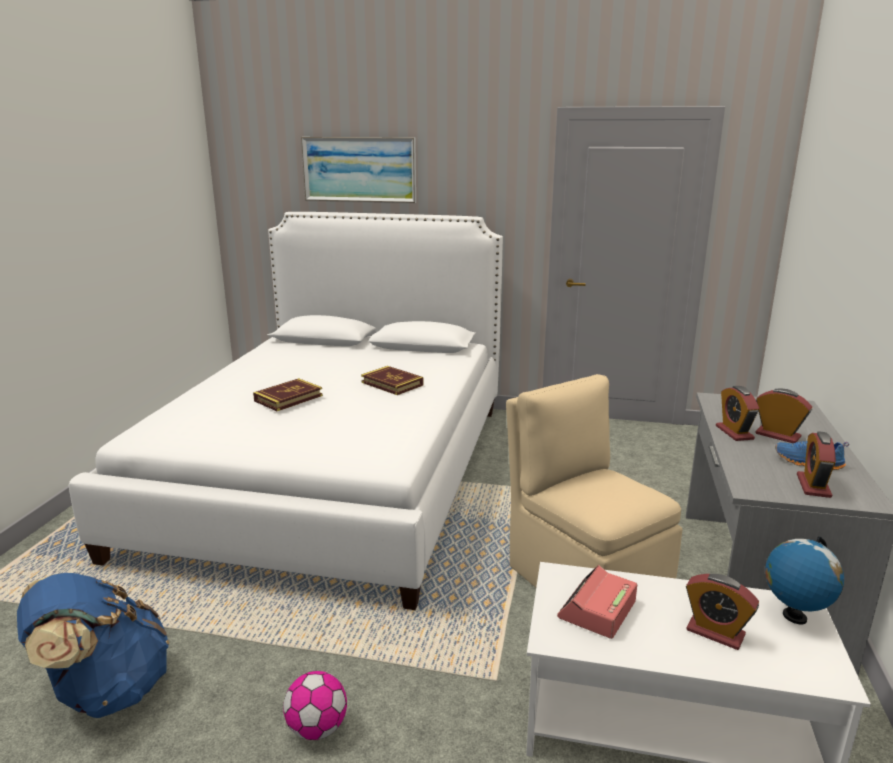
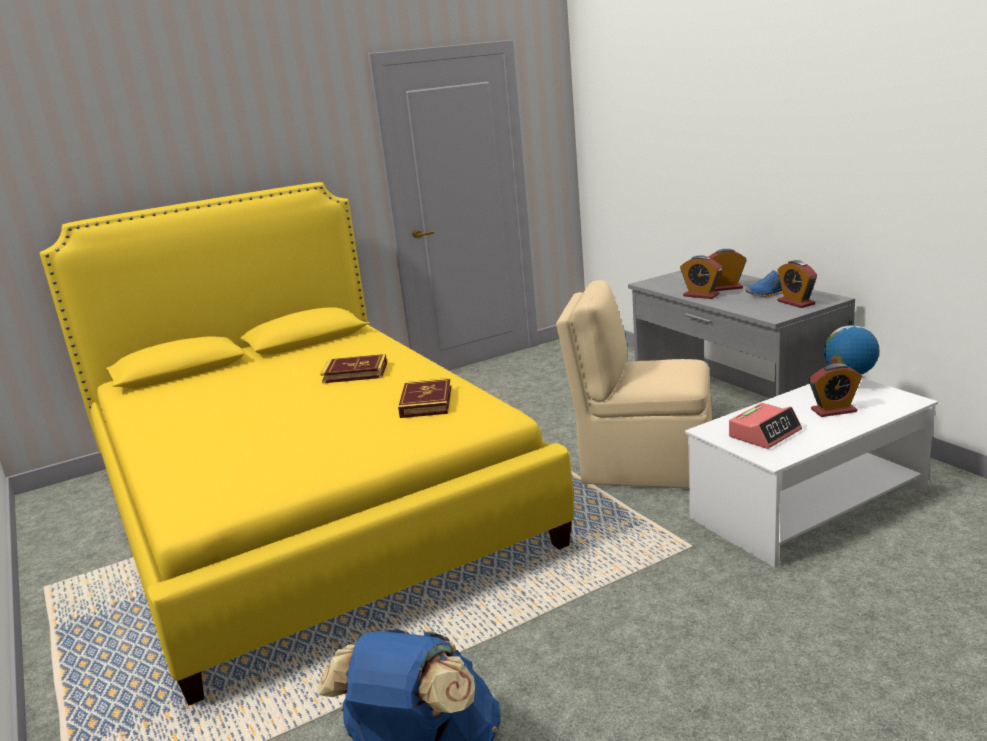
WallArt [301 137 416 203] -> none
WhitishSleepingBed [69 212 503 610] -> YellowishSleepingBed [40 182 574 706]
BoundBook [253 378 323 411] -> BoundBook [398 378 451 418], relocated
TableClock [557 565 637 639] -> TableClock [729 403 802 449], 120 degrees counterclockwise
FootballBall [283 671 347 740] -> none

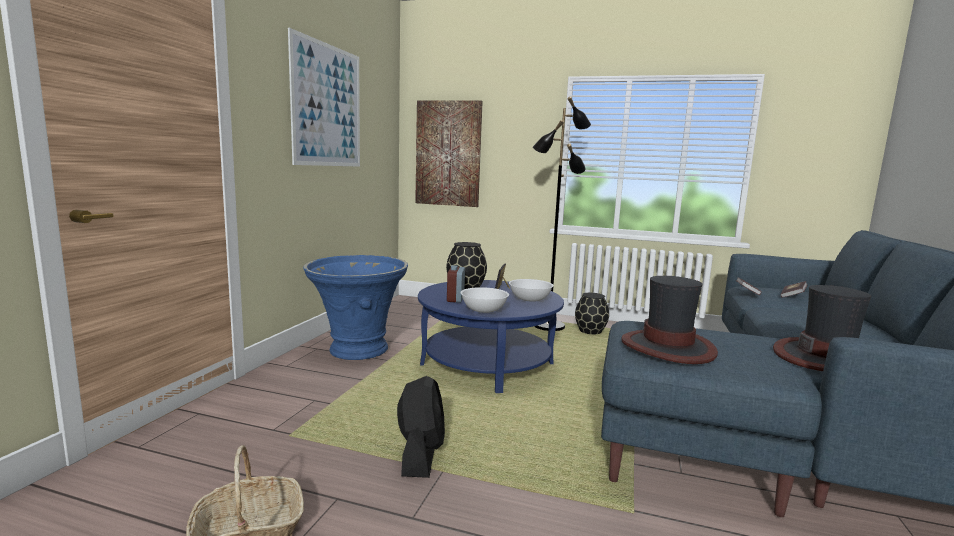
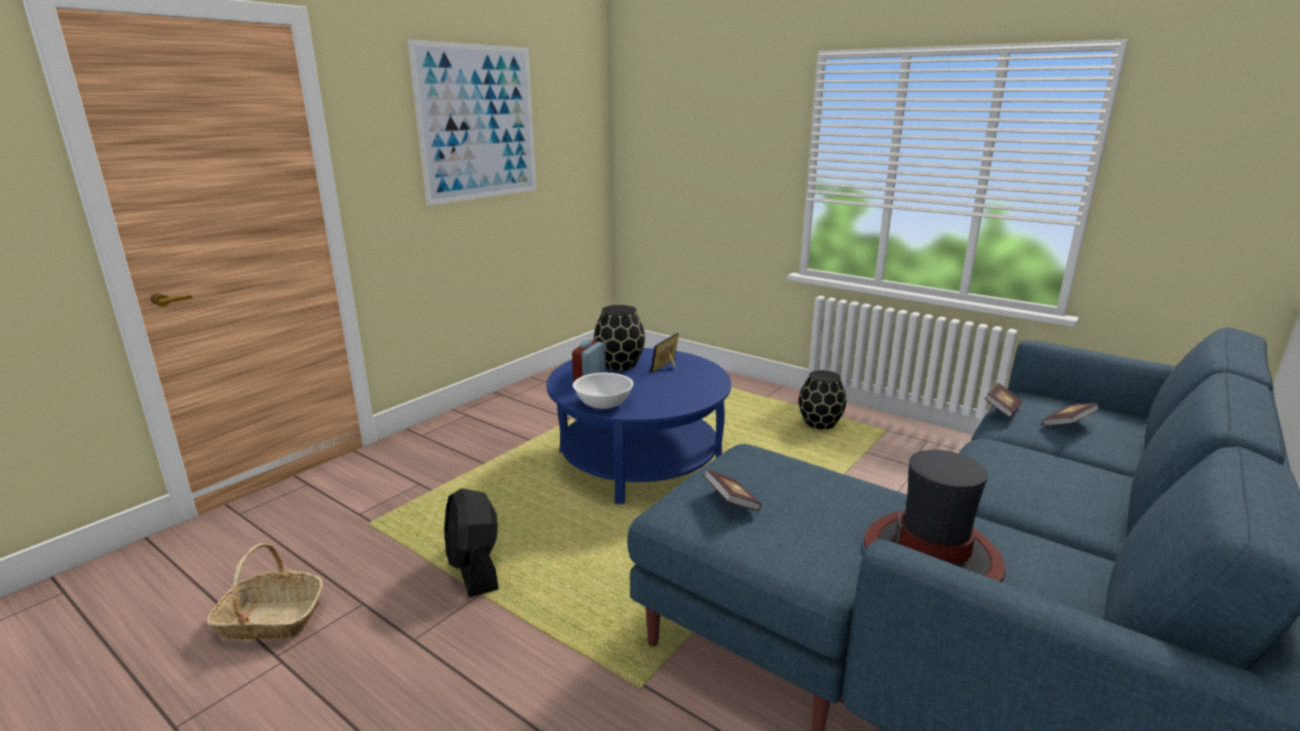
BlackishStandardLamp [533 96 591 331] -> none
WallArt [415 101 483 207] -> none
BluishPlantPot [303 255 408 360] -> none
WearableHat [621 276 718 364] -> BoundBook [703 469 761 511]
WhitishServingBowl [509 279 554 302] -> none
BlackishElectricFan [397 376 445 478] -> BlackishElectricFan [444 488 499 598], 135 degrees clockwise

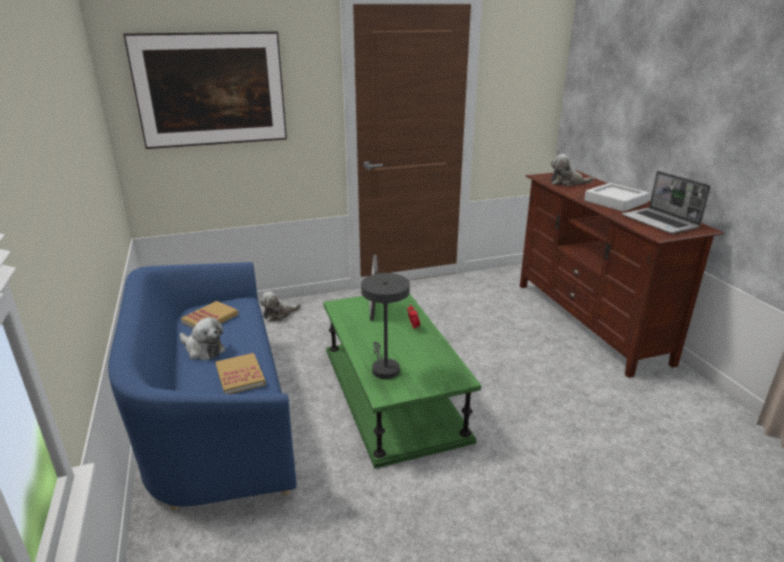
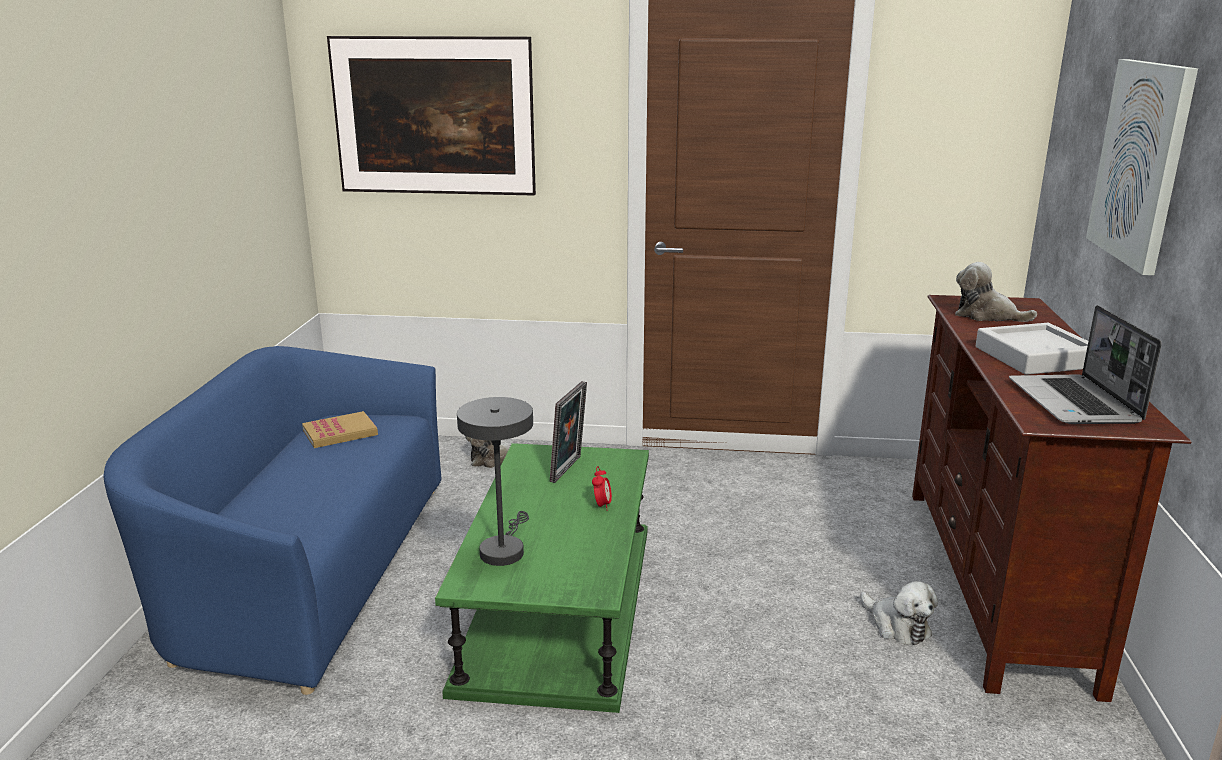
CuddlyToy [180 317 225 360] -> CuddlyToy [860 581 938 645], relocated
BoundBook [216 353 266 394] -> none
none -> WallArt [1086 59 1198 275]

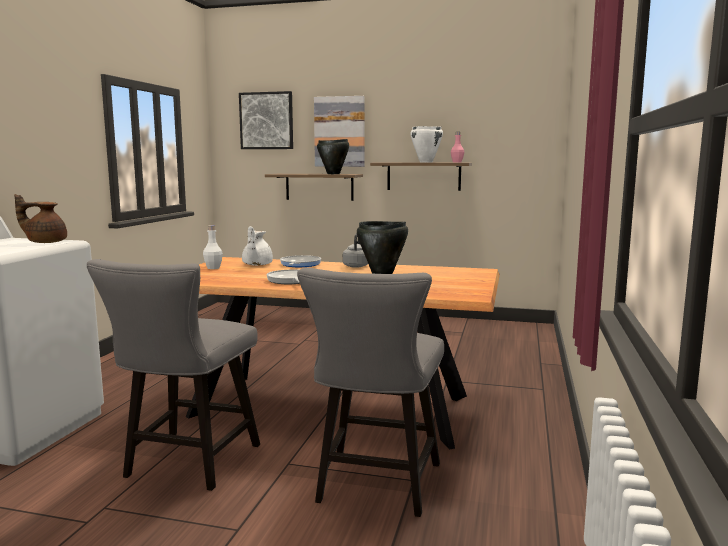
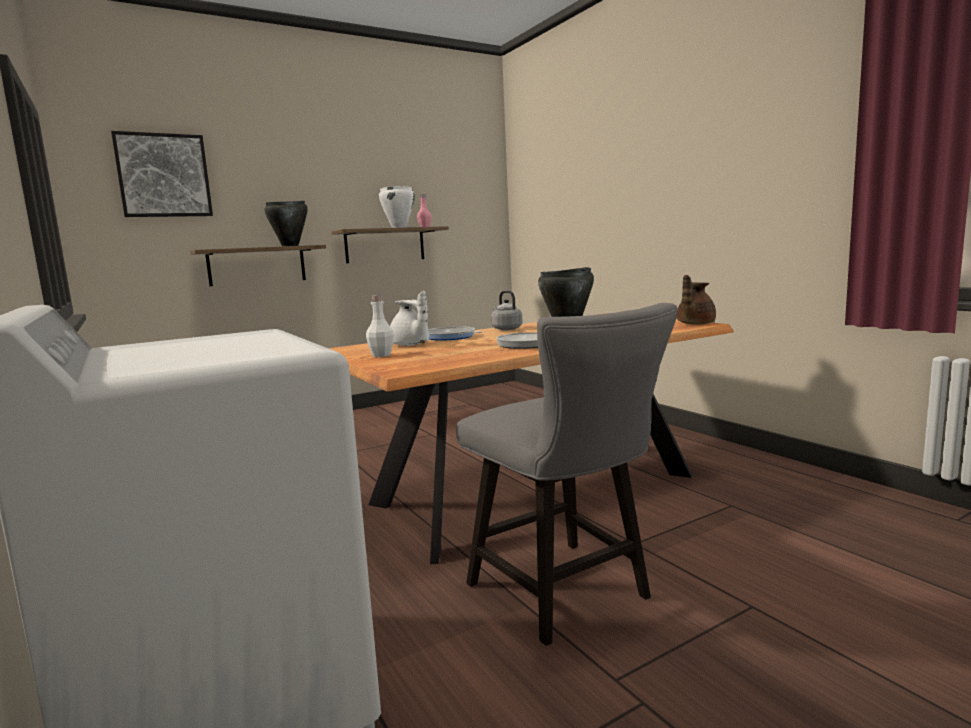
WallArt [314 96 364 167] -> none
BrownTeaPot [14 194 67 243] -> BrownTeaPot [677 275 716 325], relocated
GrayChair [297 268 444 517] -> none

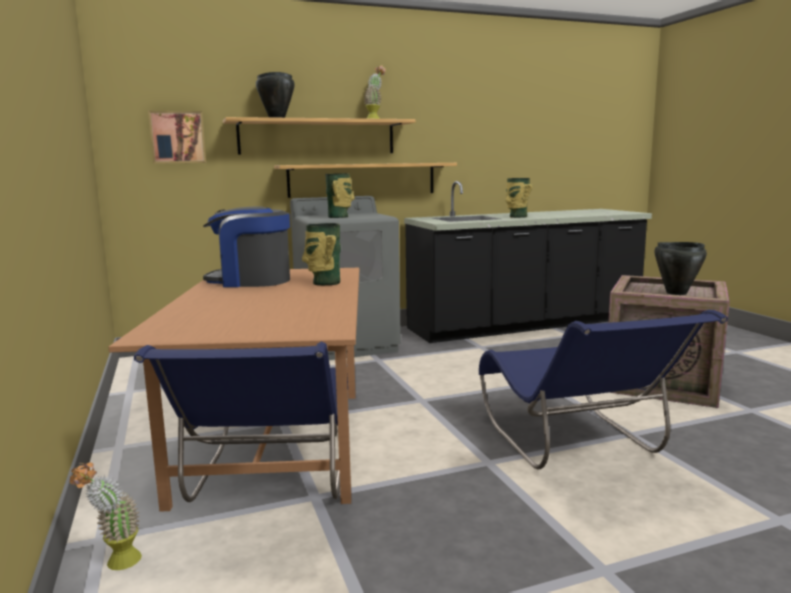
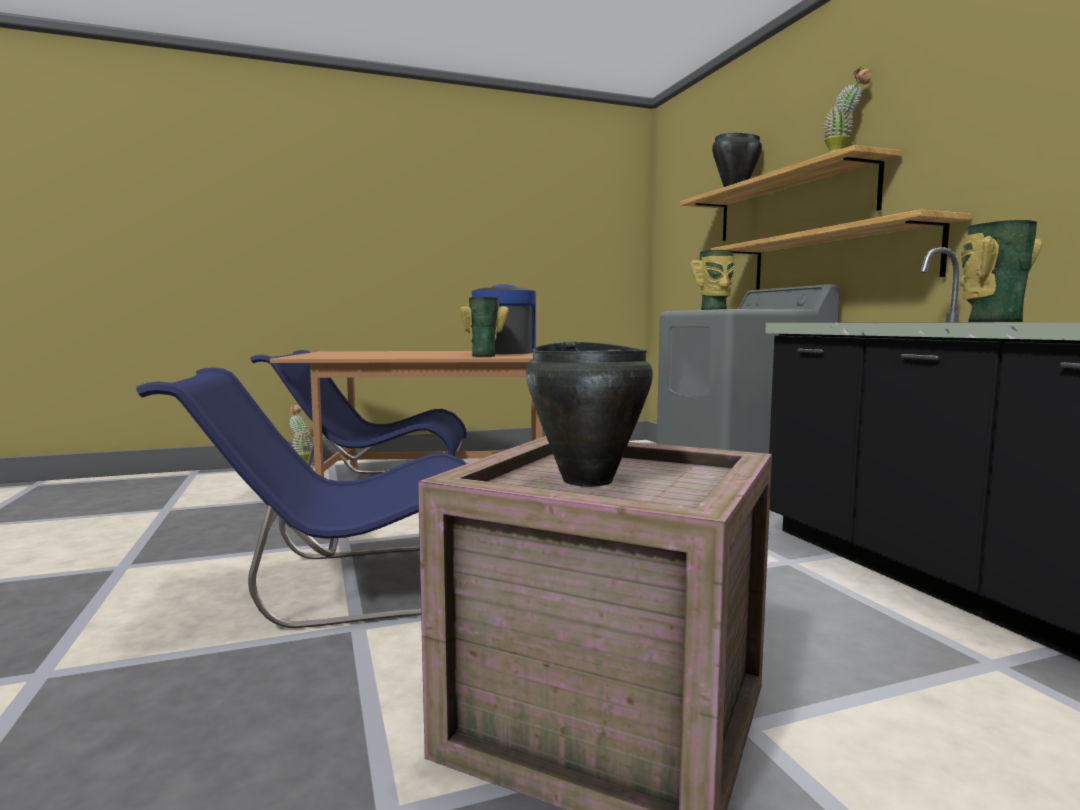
WallArt [148 111 206 164] -> none

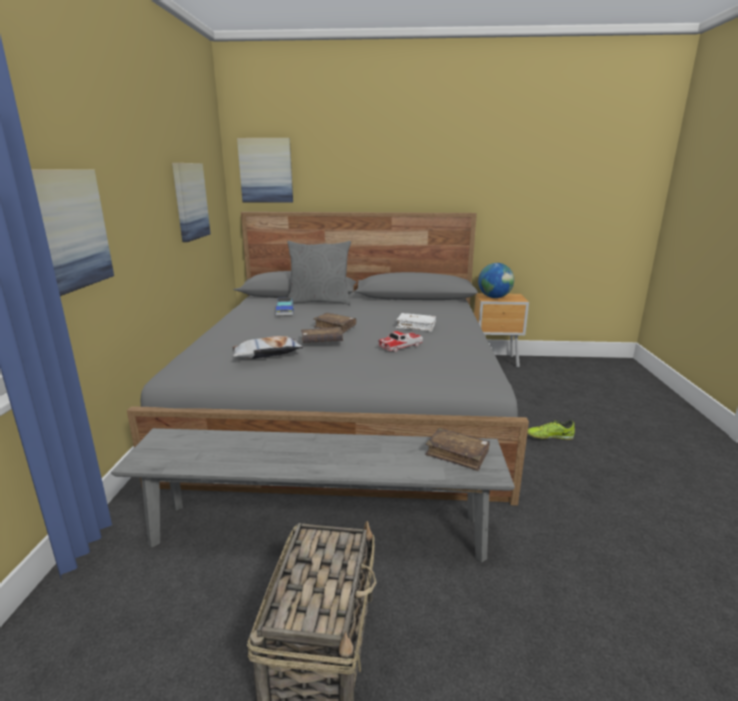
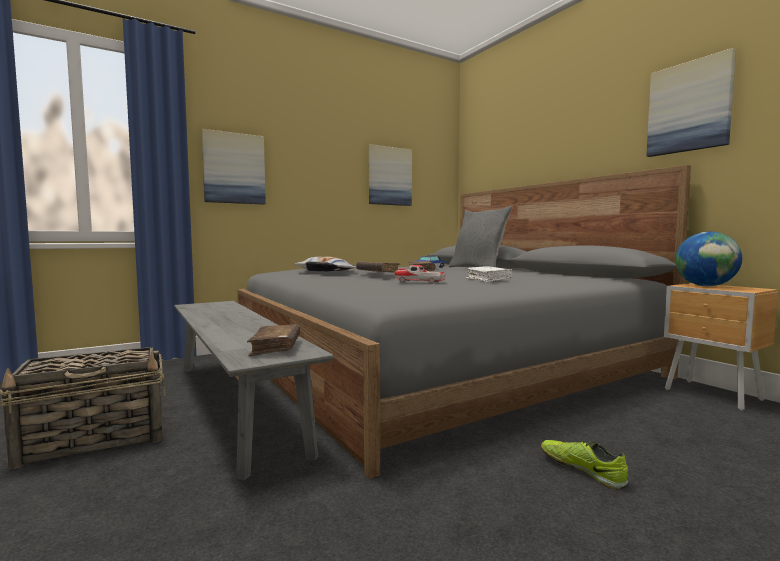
WallArt [237 138 293 203] -> WallArt [646 48 736 157], relocated

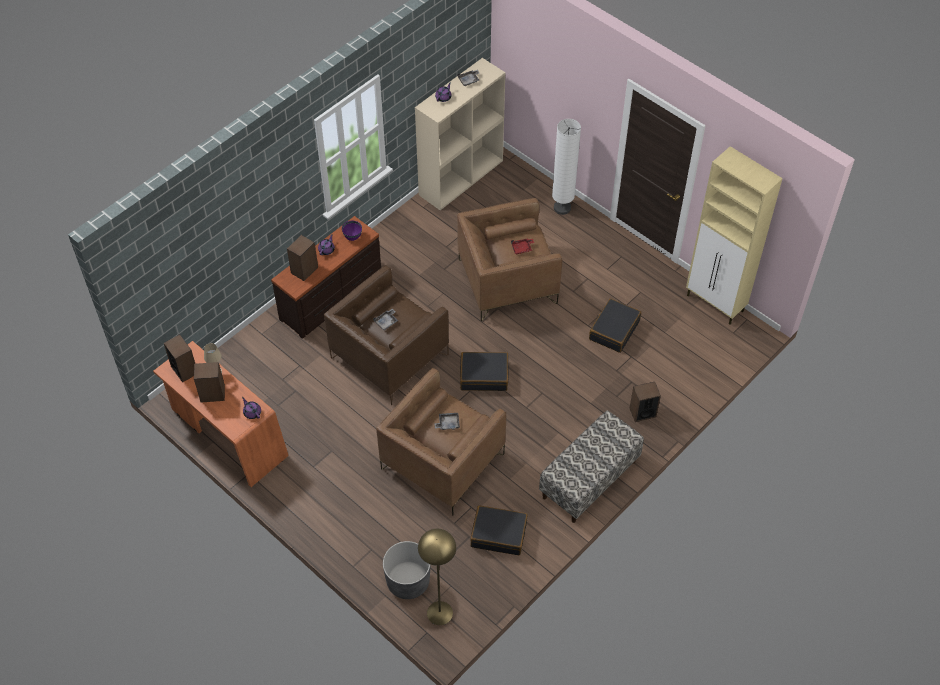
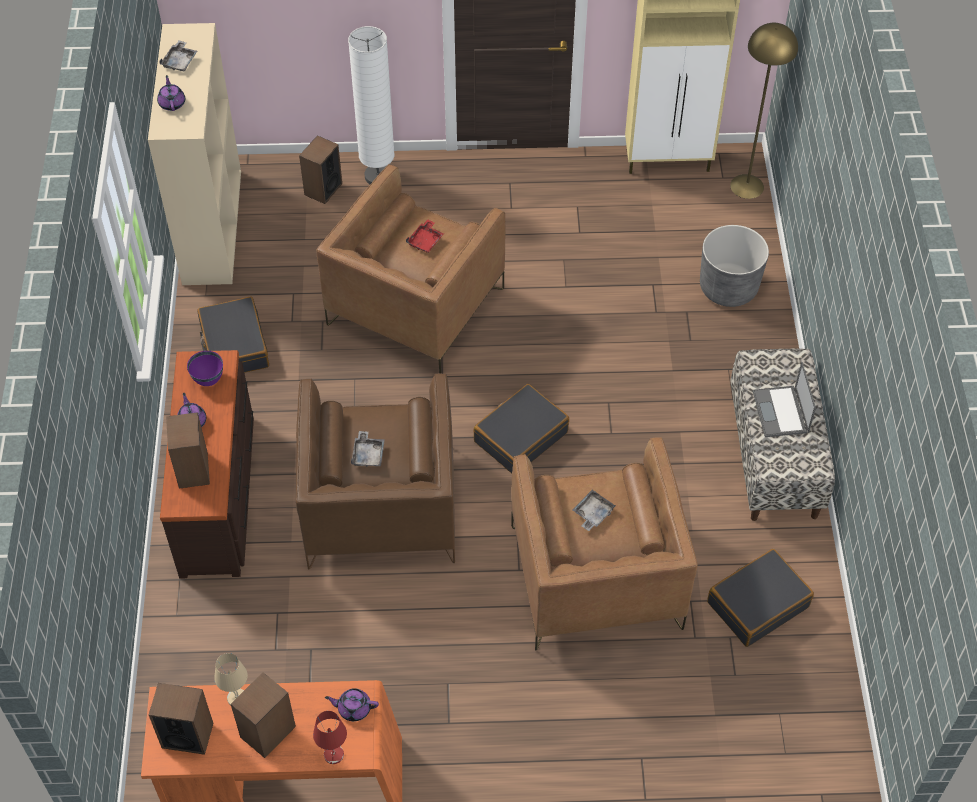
BlackishSuitcase [589 299 641 353] -> BlackishSuitcase [197 297 269 373], relocated
Speaker [630 382 661 422] -> Speaker [299 135 342 204], relocated
YellowishStandardLamp [418 529 456 625] -> YellowishStandardLamp [730 23 798 199], relocated
GrayPlantPot [383 541 431 599] -> GrayPlantPot [700 225 769 307], relocated
none -> PortableComputer [753 362 816 437]
none -> RedColouredLampForATable [313 711 347 764]

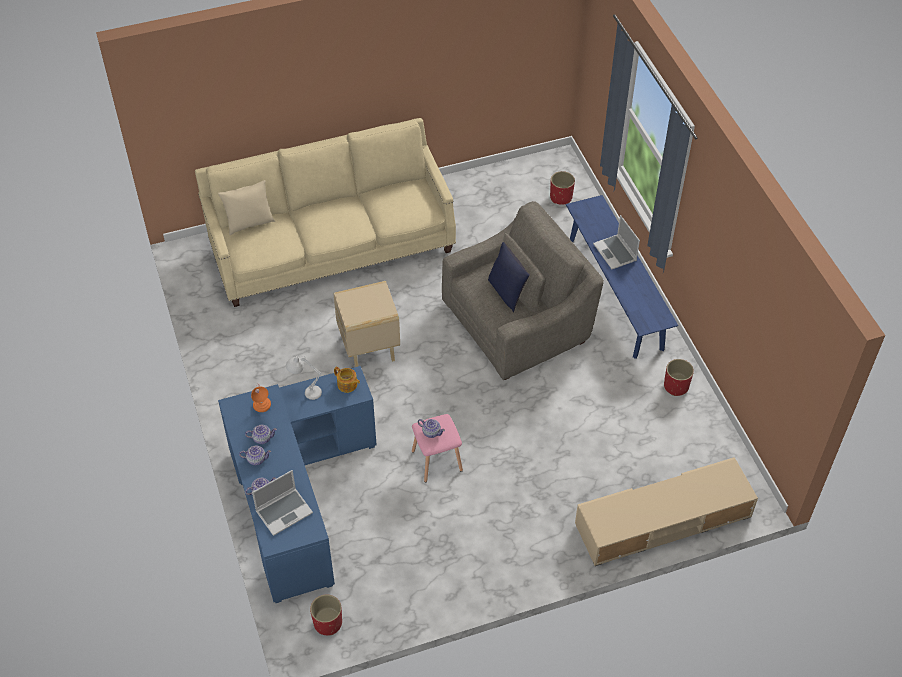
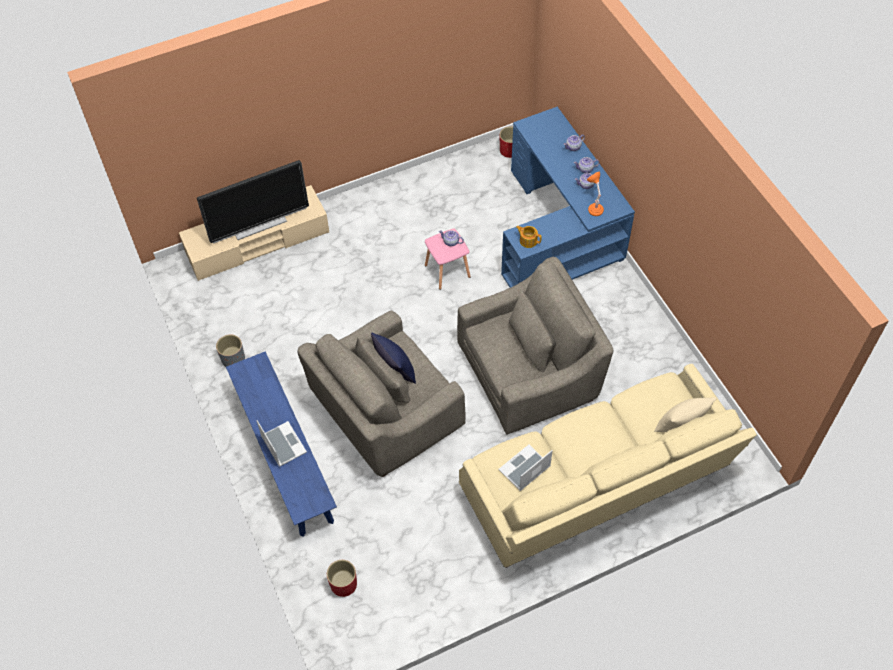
BeigeColouredAccentTable [333 281 400 367] -> GrayArmchair [457 257 614 435]
WhitishLampForATable [286 356 322 400] -> none
RedColouredPlantPot [664 359 694 396] -> GrayPlantPot [216 335 245 367]
PortableComputer [252 470 313 536] -> PortableComputer [498 445 553 491], relocated
none -> Television [197 160 309 243]

